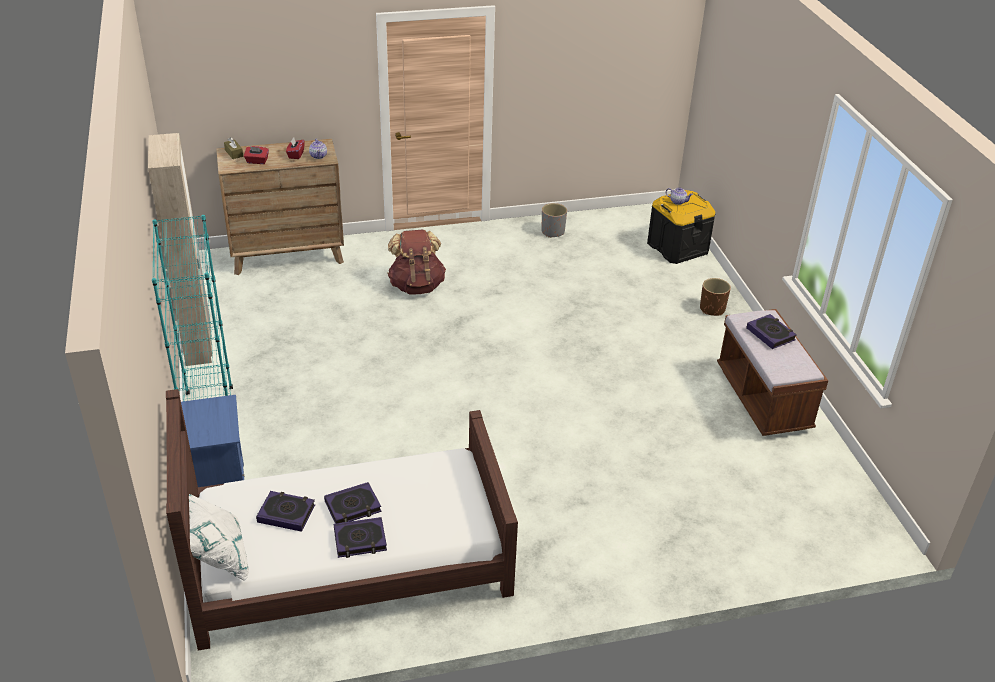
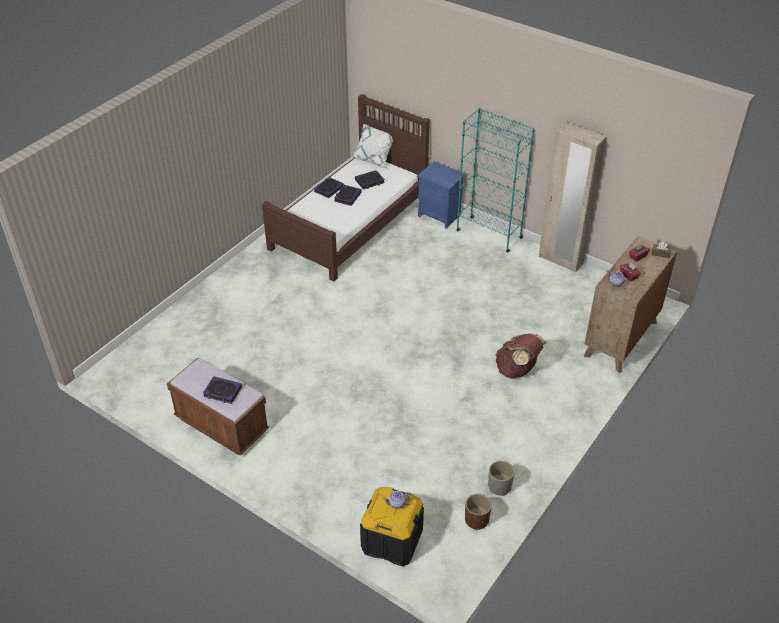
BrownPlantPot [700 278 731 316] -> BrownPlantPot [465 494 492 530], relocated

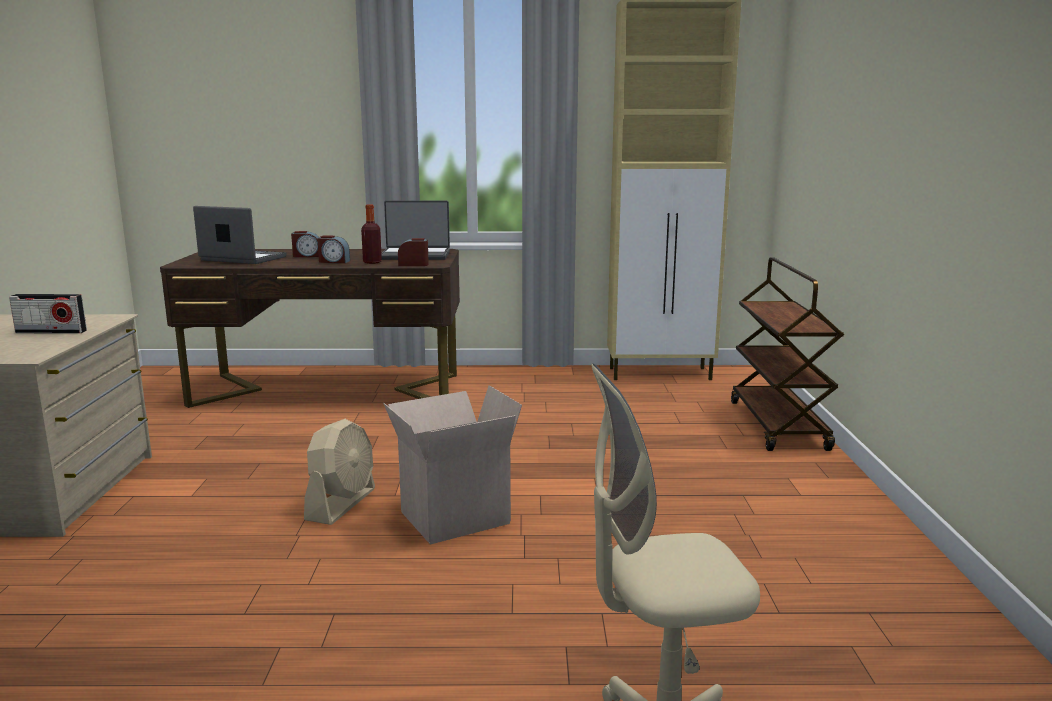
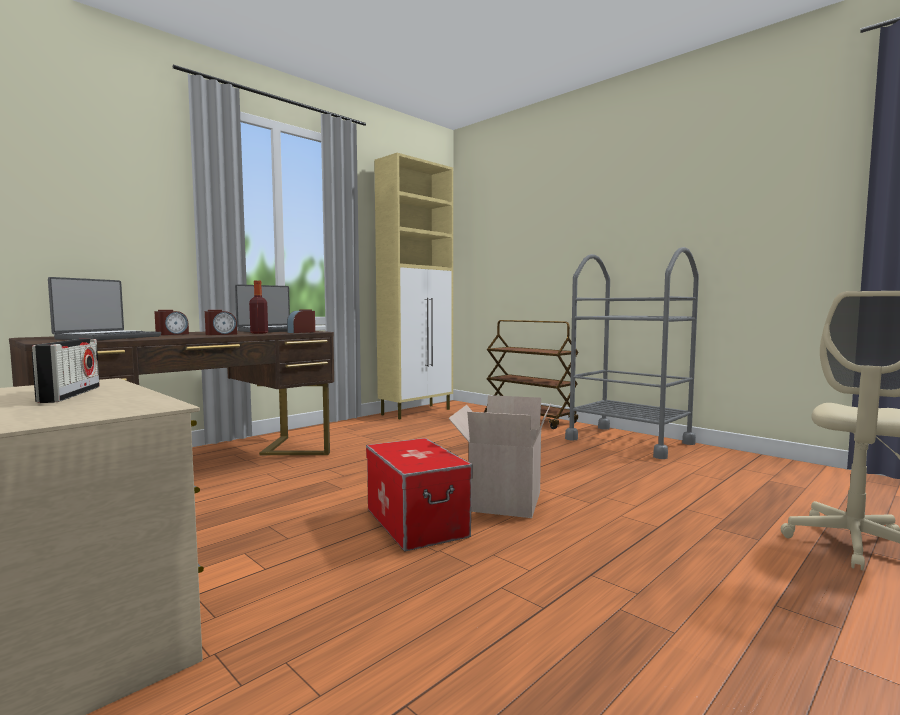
PortableComputer [193 206 286 264] -> PortableComputer [48 277 161 340], 135 degrees clockwise
RadioSet [9 294 87 334] -> RadioSet [32 339 100 403], 60 degrees counterclockwise
BeigeColouredElectricFan [304 419 375 525] -> StorageBox [366 438 472 552]
none -> GrayWheeledCart [565 247 699 459]

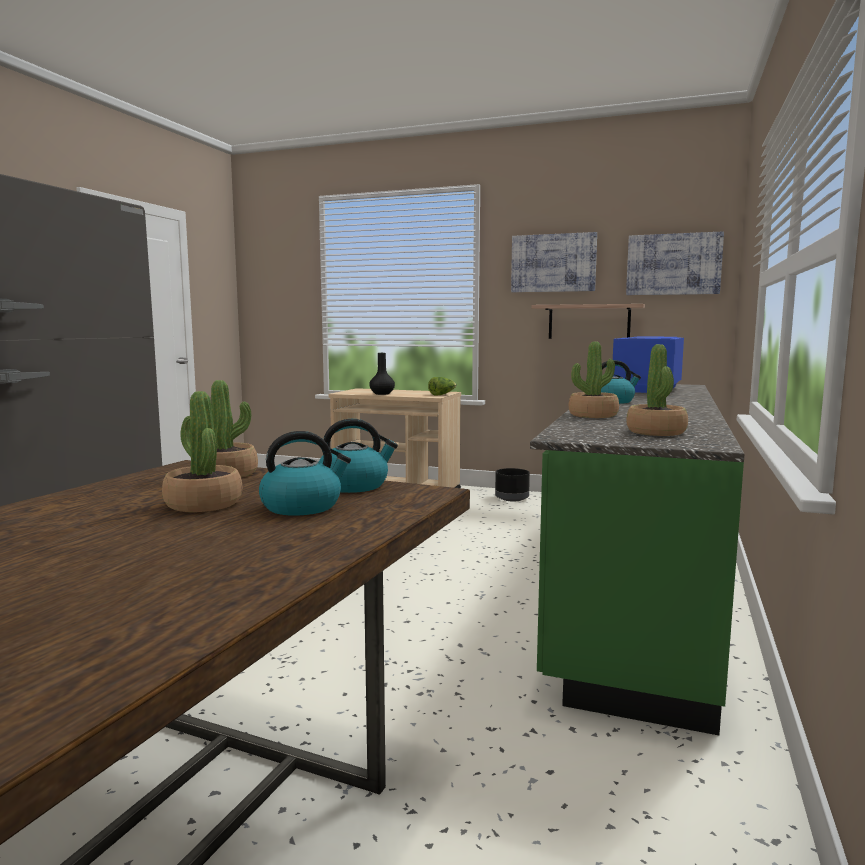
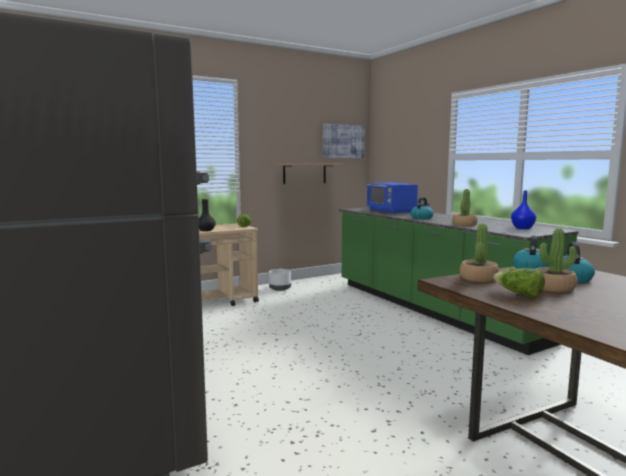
WallArt [511 232 597 292] -> none
PlantInAPot [626 344 688 436] -> BluishDecorativeVase [511 191 536 229]
BlackishPlantPot [495 468 530 501] -> WhitishPlantPot [269 269 291 291]
none -> HeadOfLettuce [493 268 545 298]

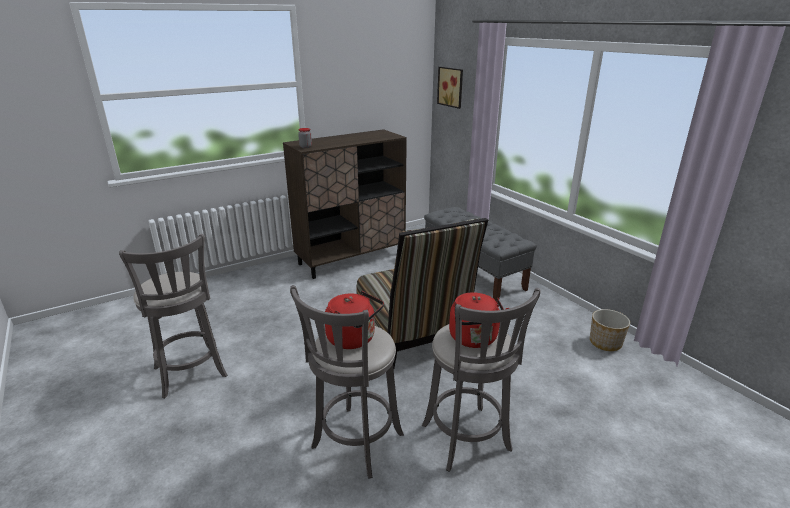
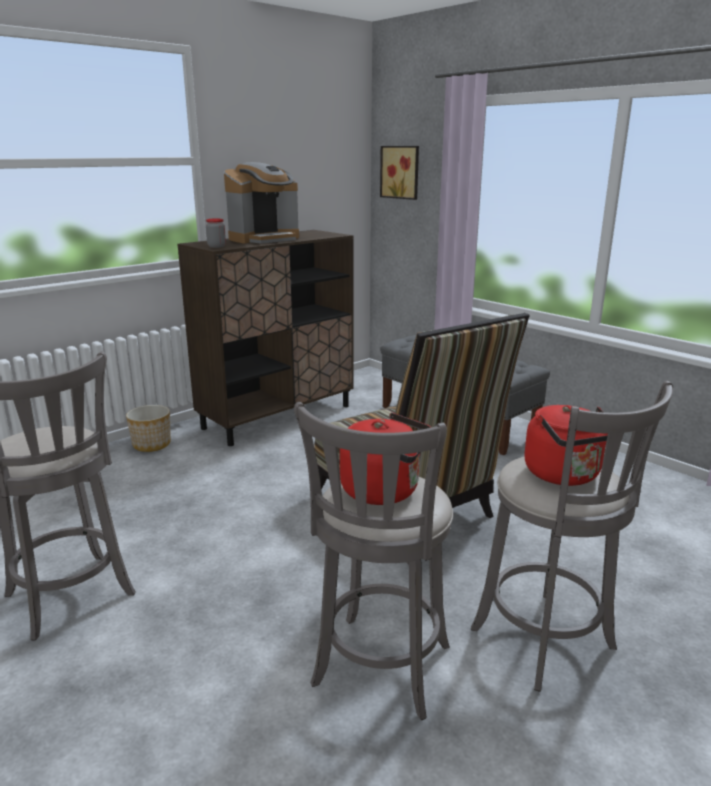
PlantPot [590 309 630 351] -> PlantPot [126 405 171 452], relocated
none -> CoffeeMaker [224 162 299 244]

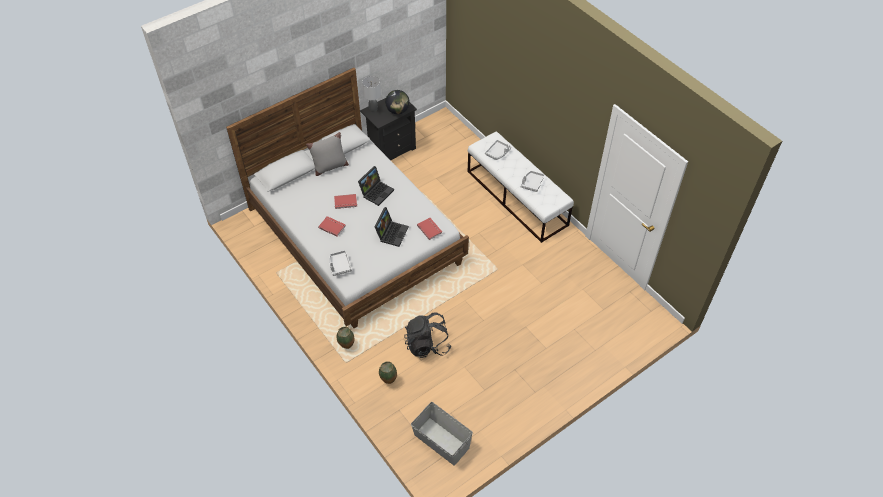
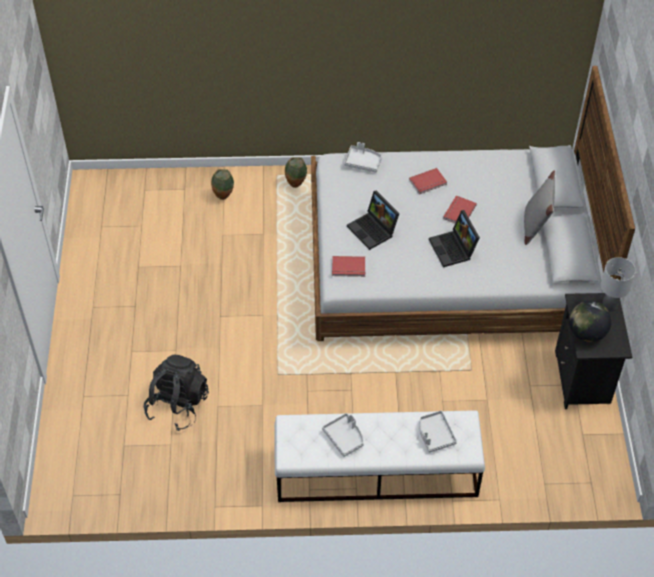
BlackishBackpack [404 312 451 358] -> BlackishBackpack [144 355 209 431], relocated
GrayStorageBox [411 402 473 466] -> none

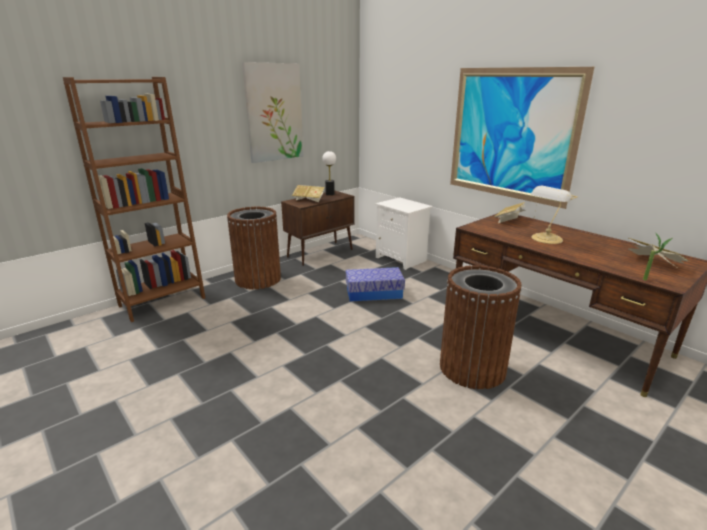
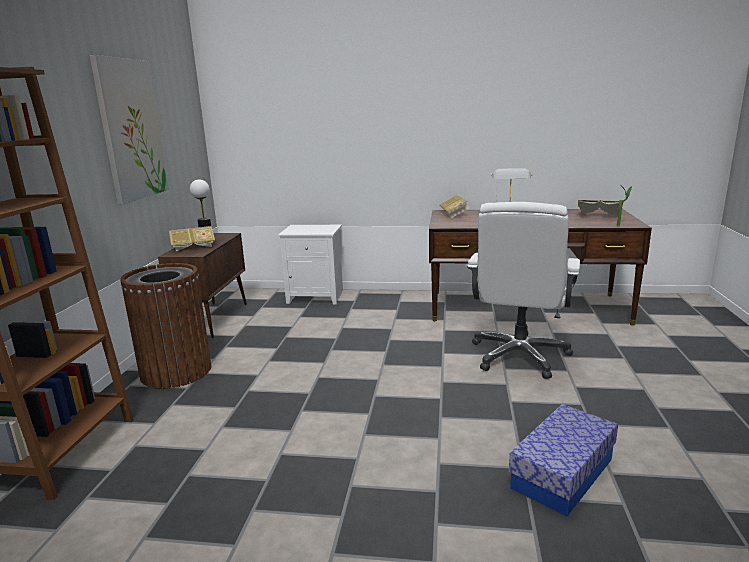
WallArt [450 67 594 209] -> none
BrownTrashCan [440 265 522 389] -> WhitishDeskChair [467 202 580 379]
StorageBox [346 267 405 302] -> StorageBox [509 404 618 517], relocated

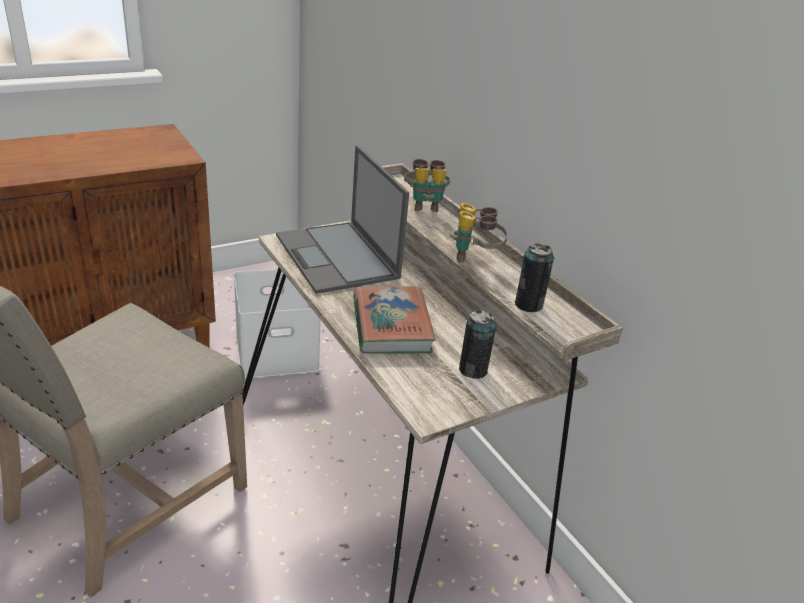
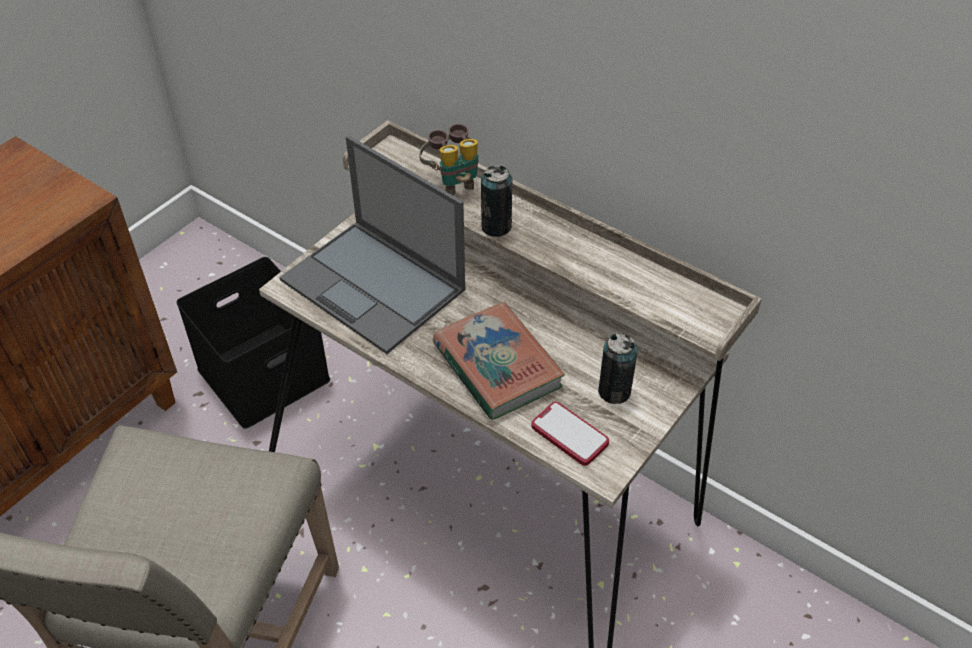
PairOfBinoculars [450 203 508 263] -> none
Can [515 243 554 312] -> Can [481 165 513 237], relocated
WhitishStorageBox [234 269 321 379] -> BlackishStorageBox [176 257 330 429]
none -> Handset [531 402 609 466]

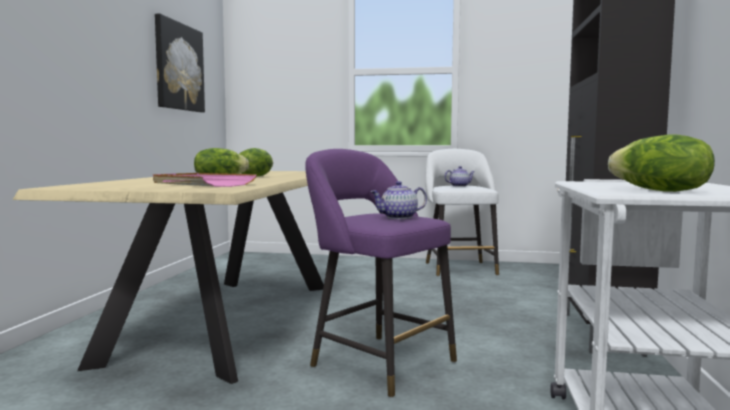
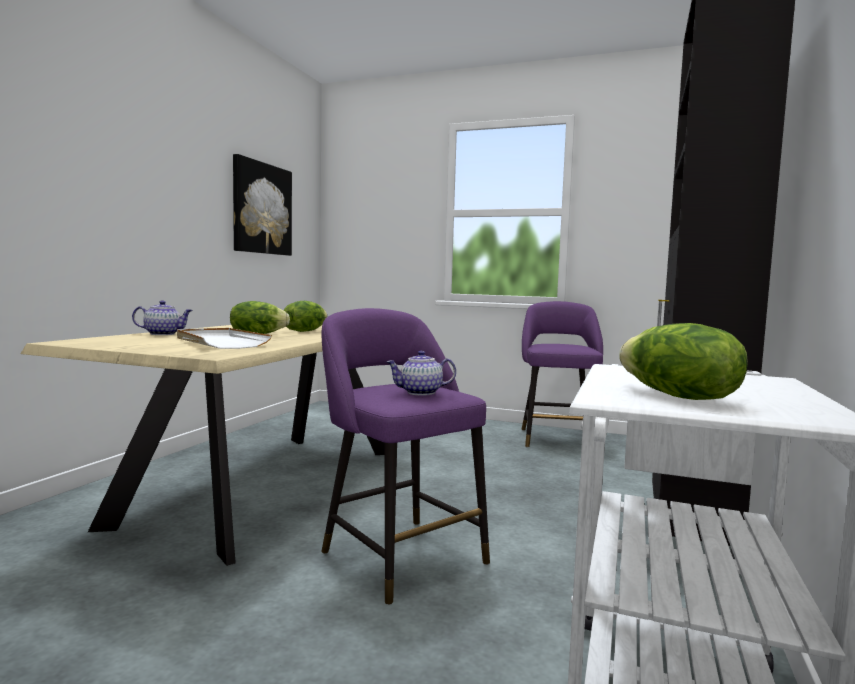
WhitishStool [425 149 499 276] -> PurpleStool [522 301 603 448]
TeaPot [444 166 475 187] -> TeaPot [132 300 192 335], relocated
PinkishCarryingTray [153 173 257 187] -> WhitishCarryingTray [177 328 272 349]

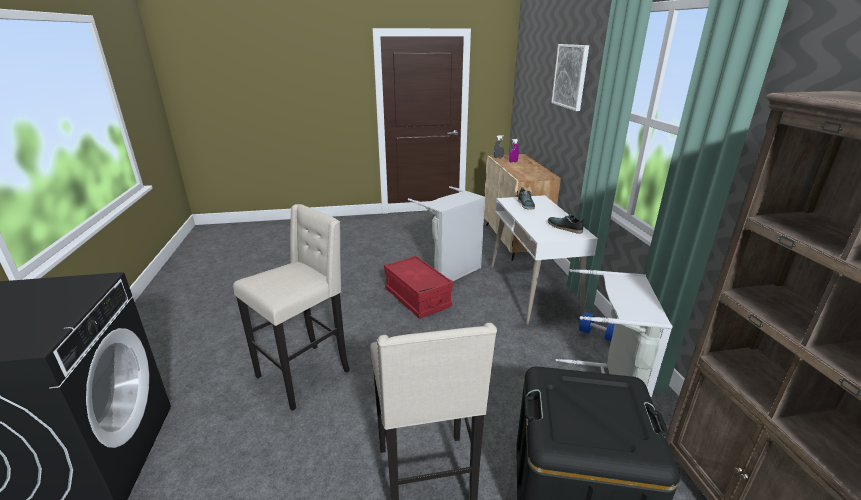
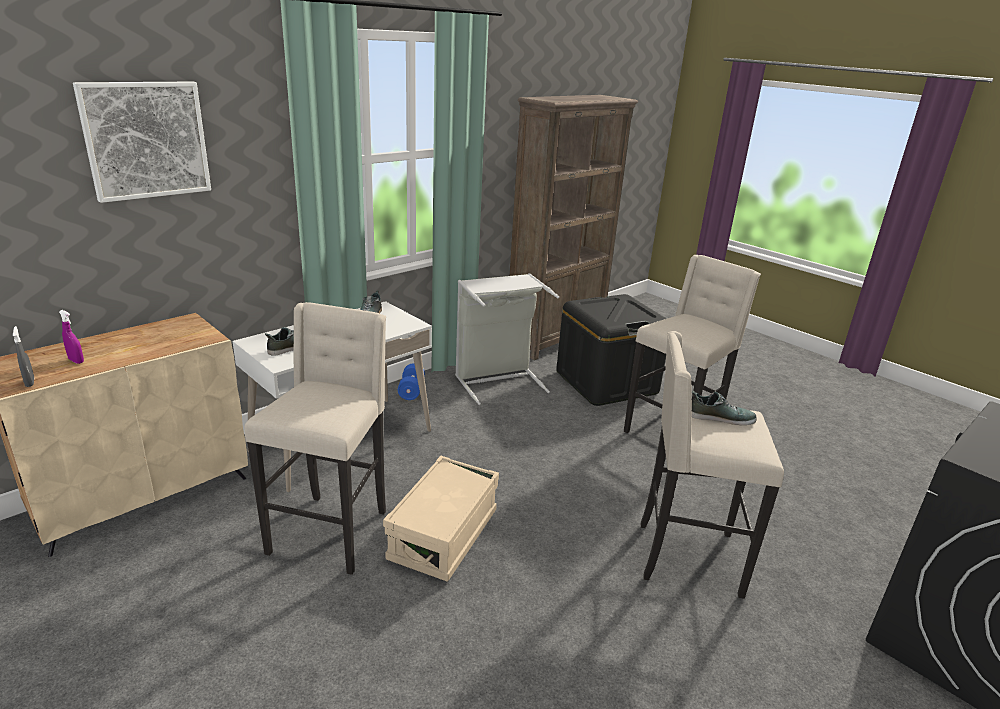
GrayWashingBasket [408 186 485 281] -> BeigeColouredStool [244 302 386 575]
RedColouredStorageBox [384 256 454 319] -> BeigeColouredStorageBox [383 456 499 582]
none -> ItemOfFootwear [692 391 757 425]

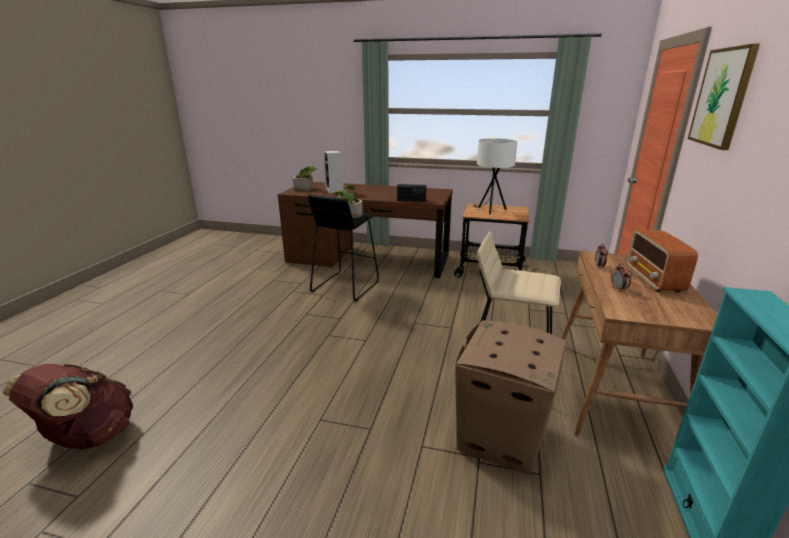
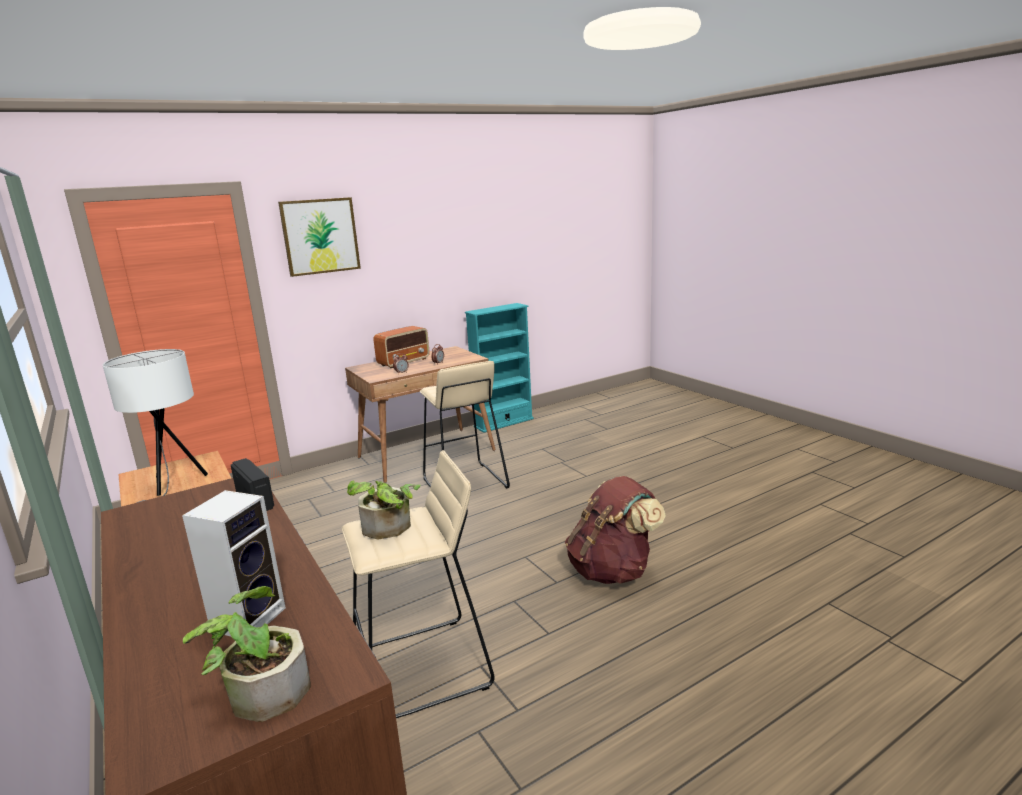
BlackishStool [308 195 379 302] -> BeigeColouredStool [342 450 494 718]
CardboardBox [455 320 566 476] -> none
BrownBackpack [3 364 133 450] -> BrownBackpack [565 476 666 584], relocated

